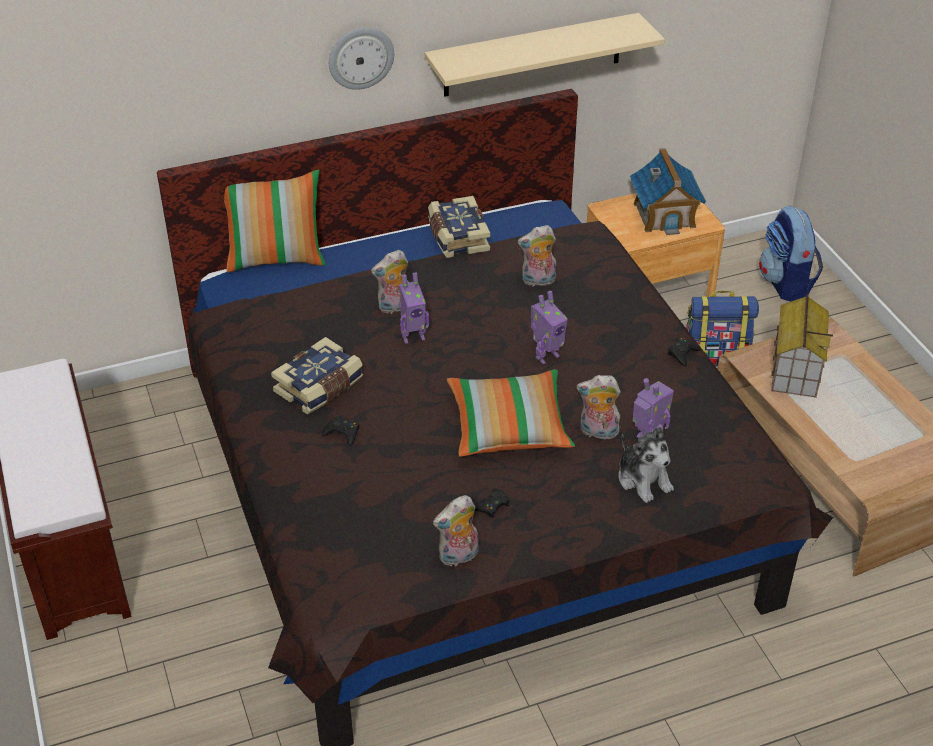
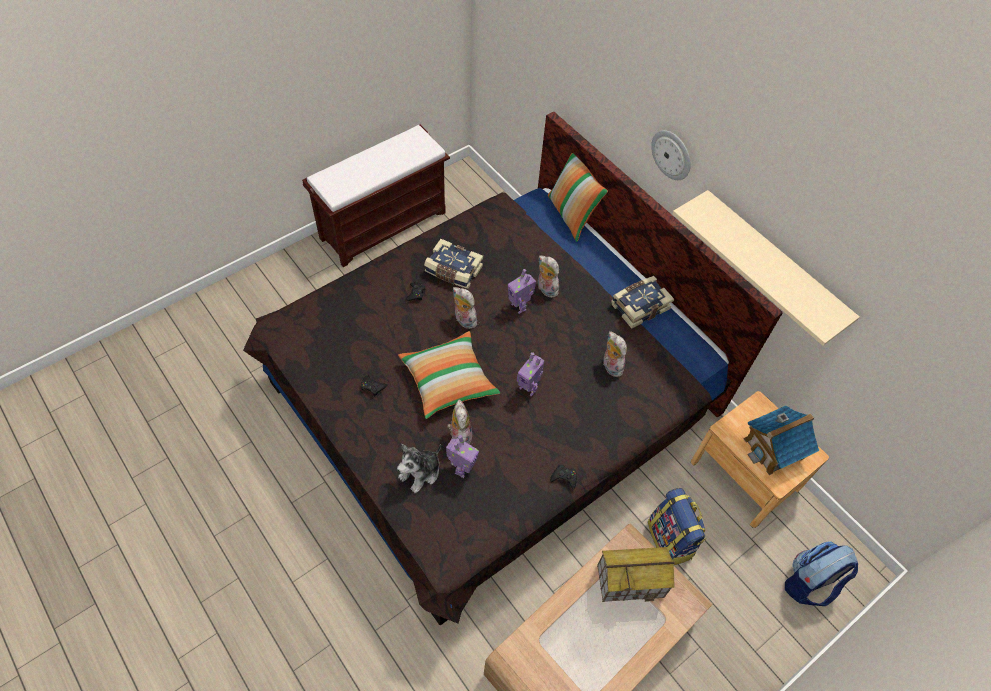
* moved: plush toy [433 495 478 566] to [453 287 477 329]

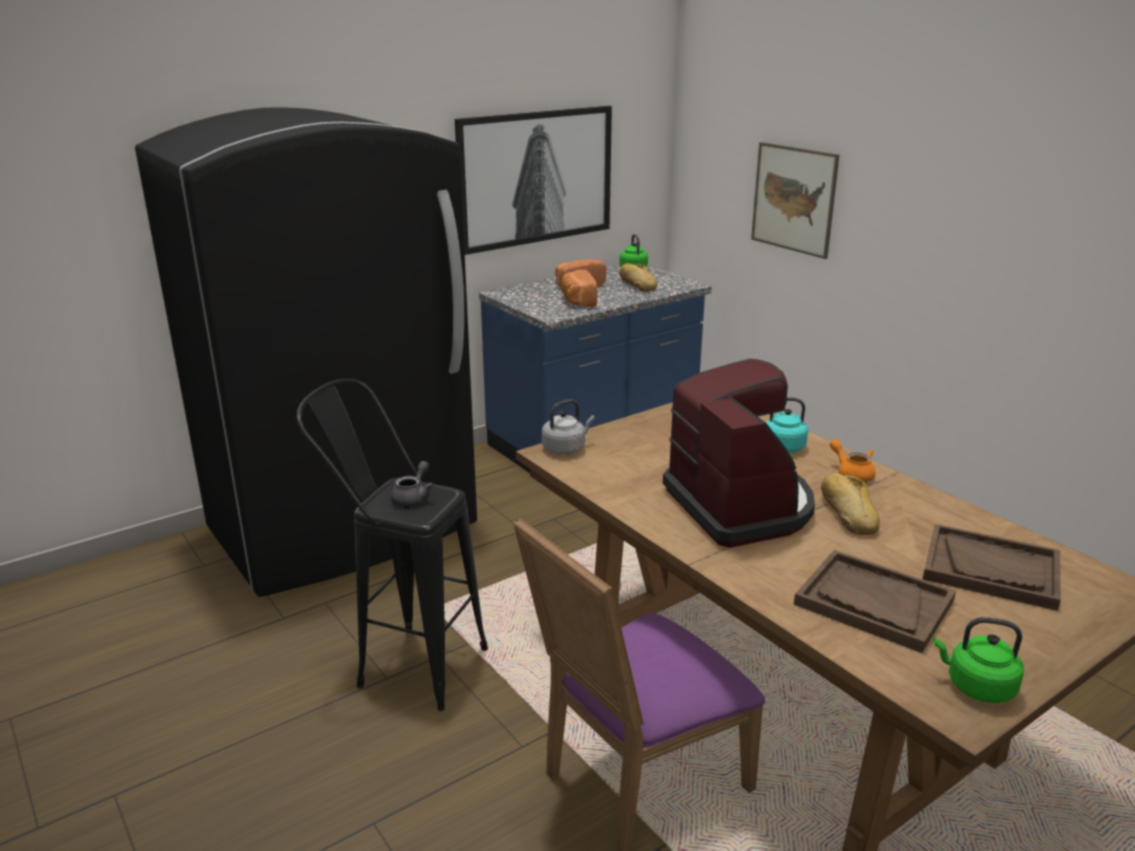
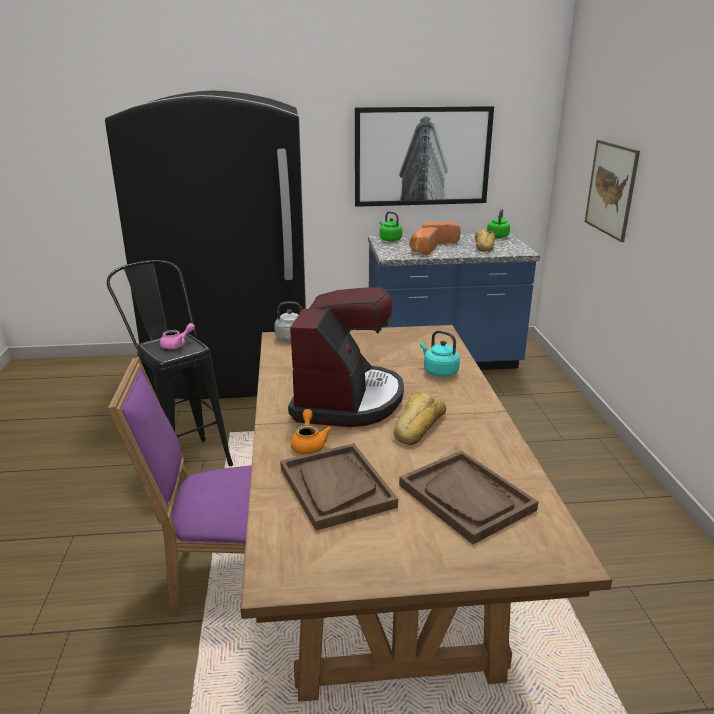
* recoloured: teapot (grey) [390 461 434 507] to teapot (pink) [160 323 195 349]
* moved: teapot (orange) [830 439 875 482] to [291 409 332 454]
* moved: kettle (green) [933 617 1024 703] to [379 211 402 241]

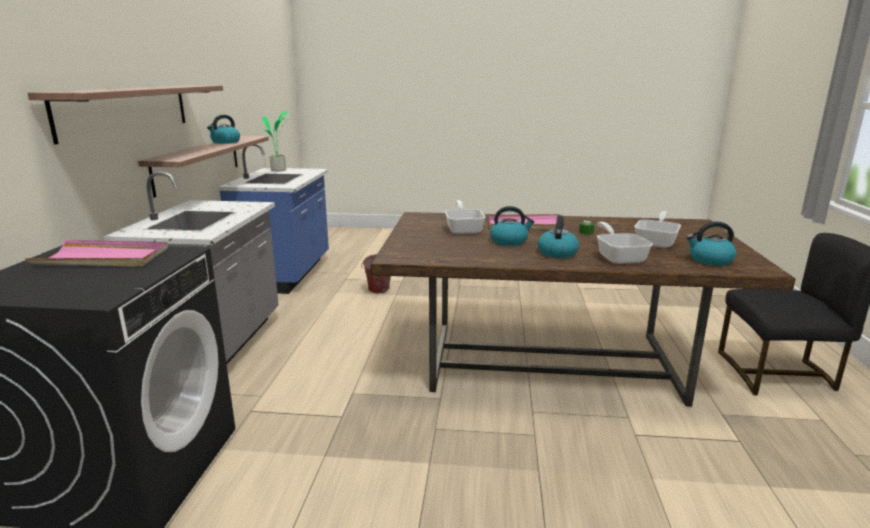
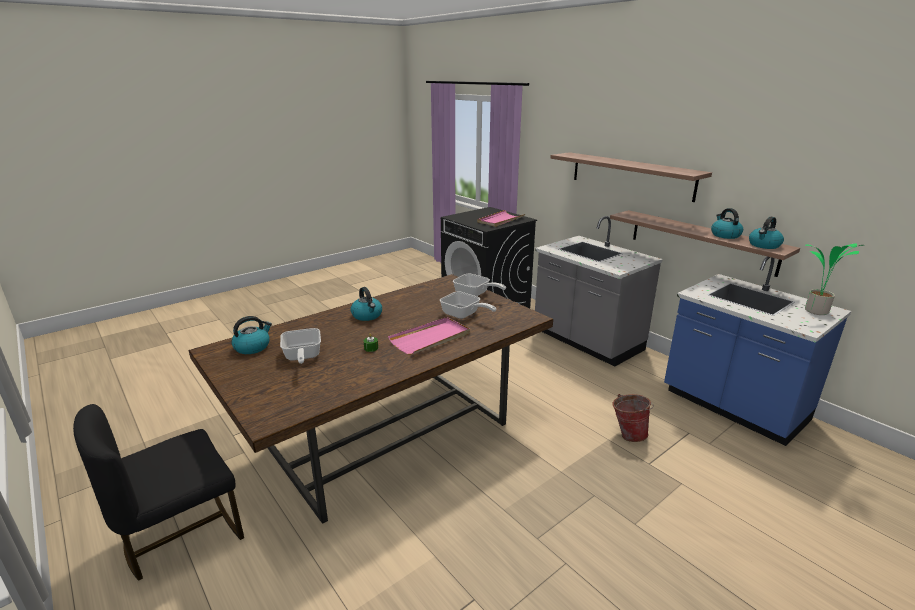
* moved: frying pan [597 222 653 264] to [453 274 506 296]
* moved: kettle [490 206 534 246] to [749 217 784 249]

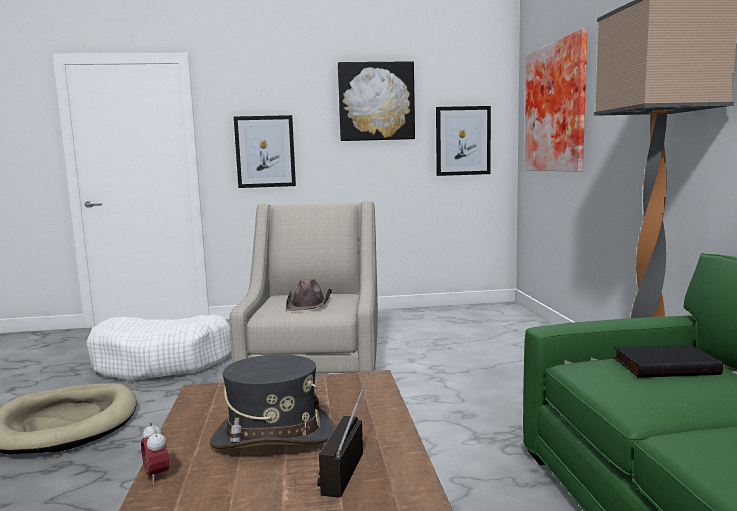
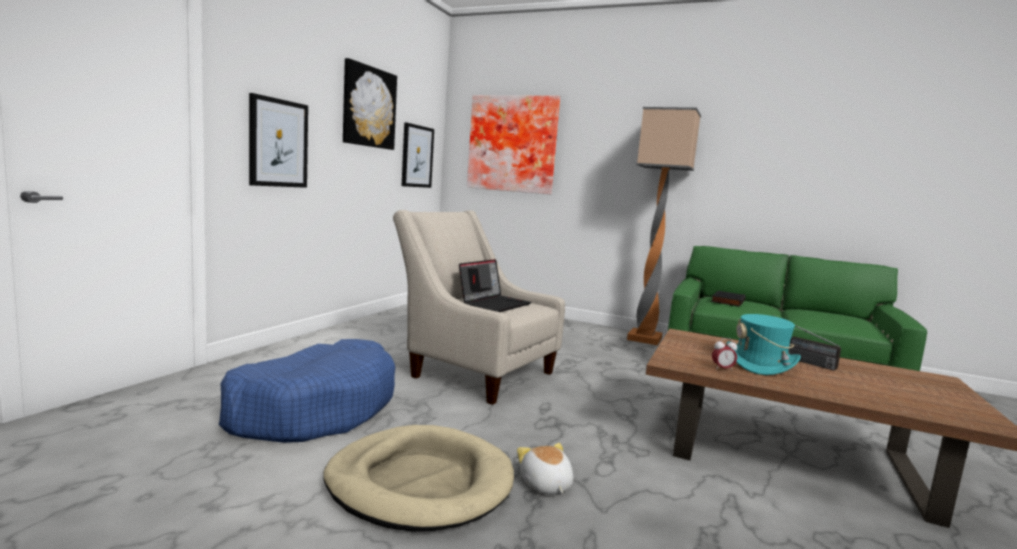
* recoloured: dog bed (white) [86 314 231 381] to dog bed (blue) [219 339 396 443]
* replaced: hat (brown) [286 279 332 311] to laptop [459 259 532 312]
* added: plush toy [517 443 573 494]
* moved: alarm clock [141 421 169 485] to [712 338 737 371]
* recoloured: hat (grey) [210 354 335 449] to hat (turquoise) [727 314 801 375]

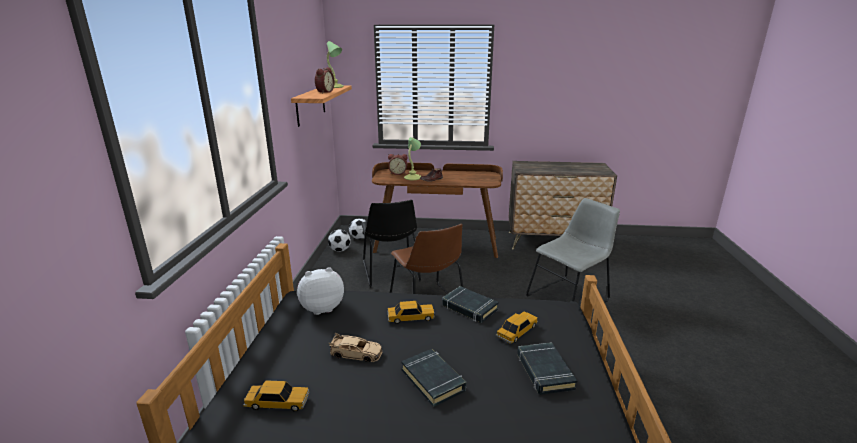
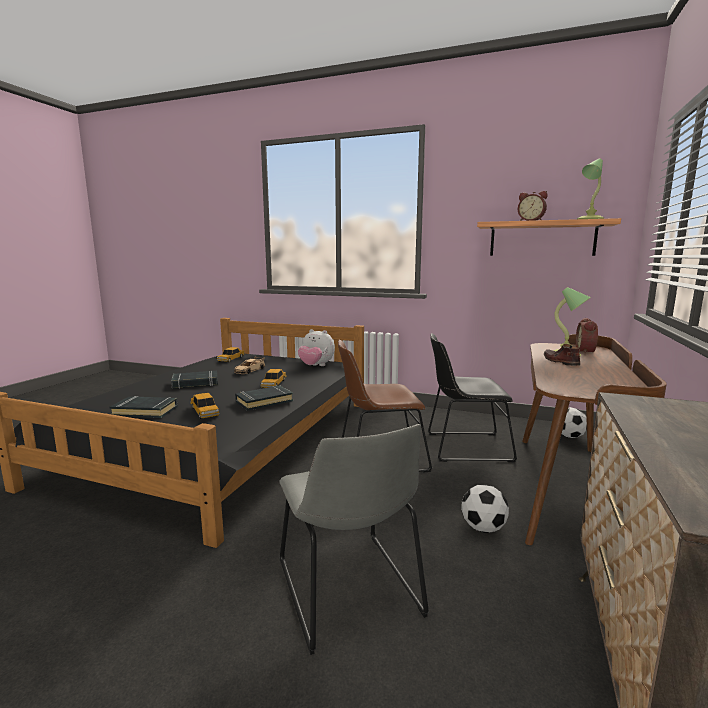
* turned: plush toy [297 267 344 315] = [298 329 335 366] 120 degrees clockwise
* moved: football [328 229 351 252] to [461 484 509 533]

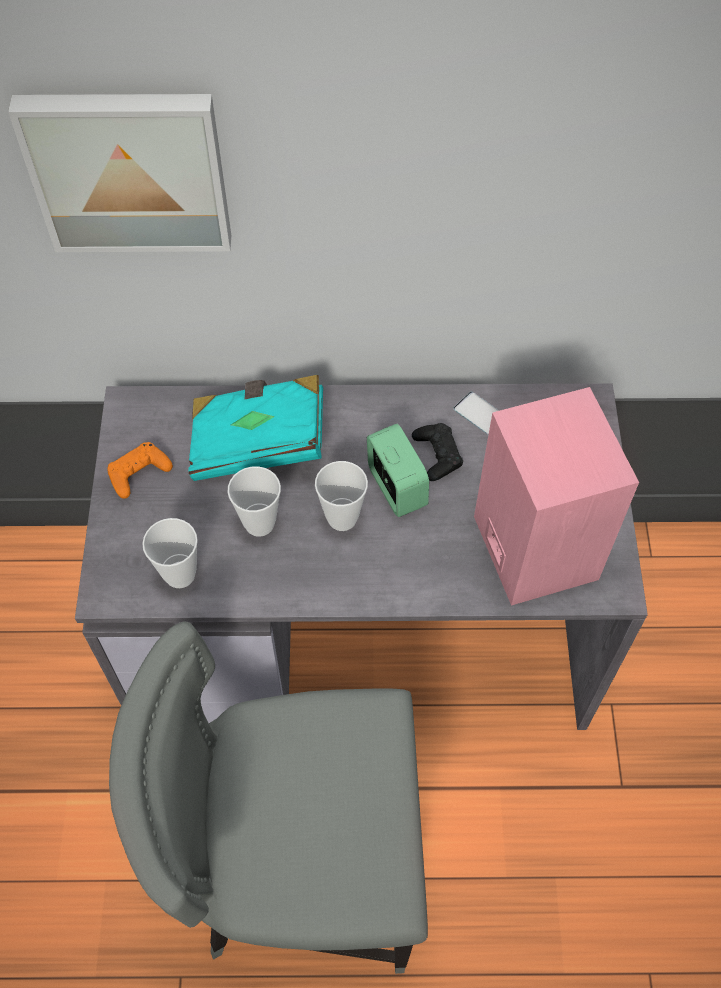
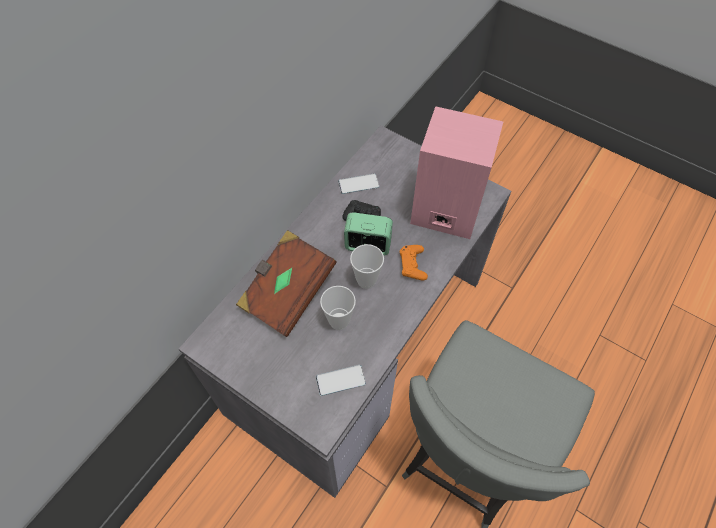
* recoloured: book (turquoise) [188 375 323 481] to book (brown) [236 230 337 337]
* replaced: cup [142 518 198 588] to phone [316 365 366 396]
* moved: game controller (orange) [107 442 173 499] to [400 245 428 280]
* removed: picture [8 94 231 252]

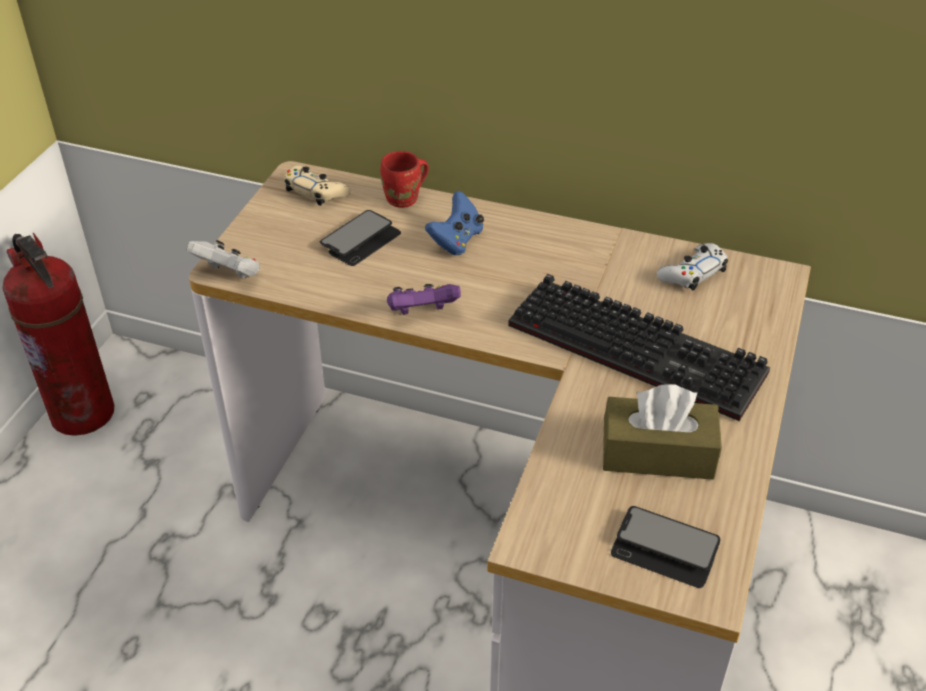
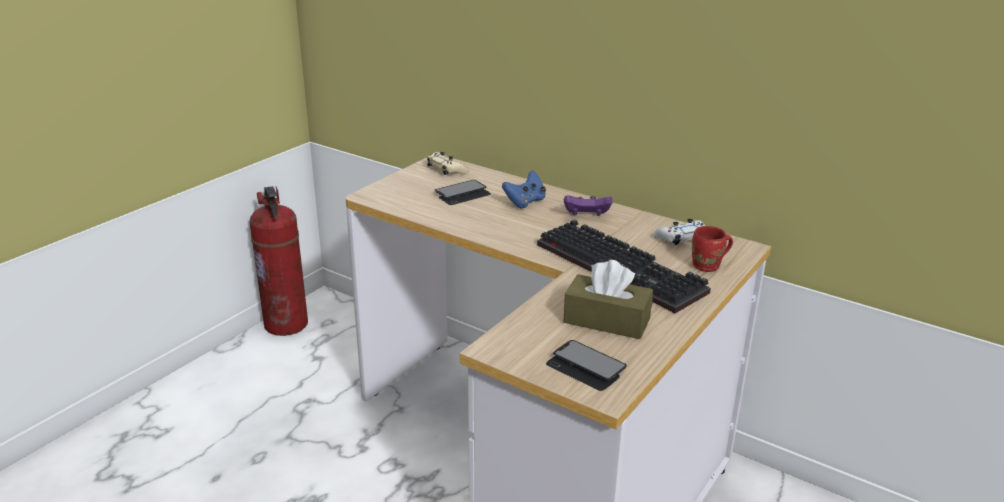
* moved: game controller (purple) [387 284 461 315] to [564 195 613 216]
* moved: mug (red) [380 151 429 208] to [692 226 733 272]
* removed: game controller (white) [187 240 260 279]

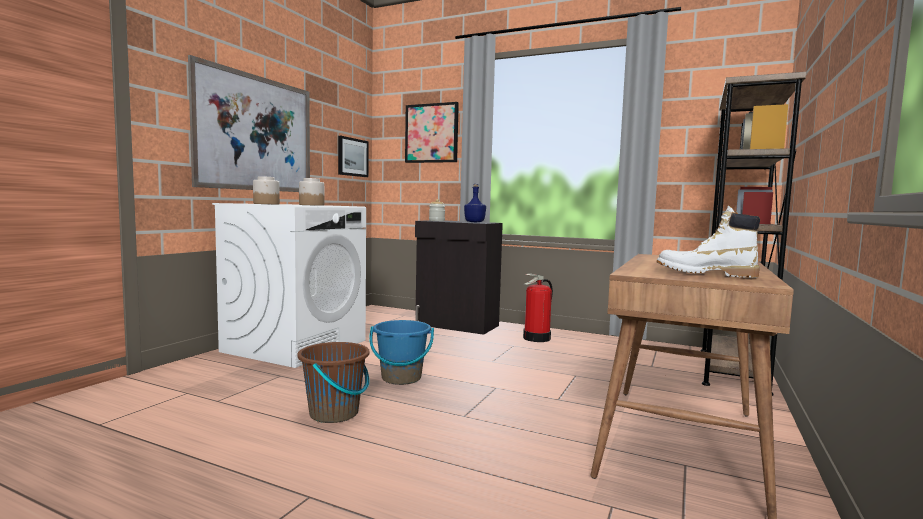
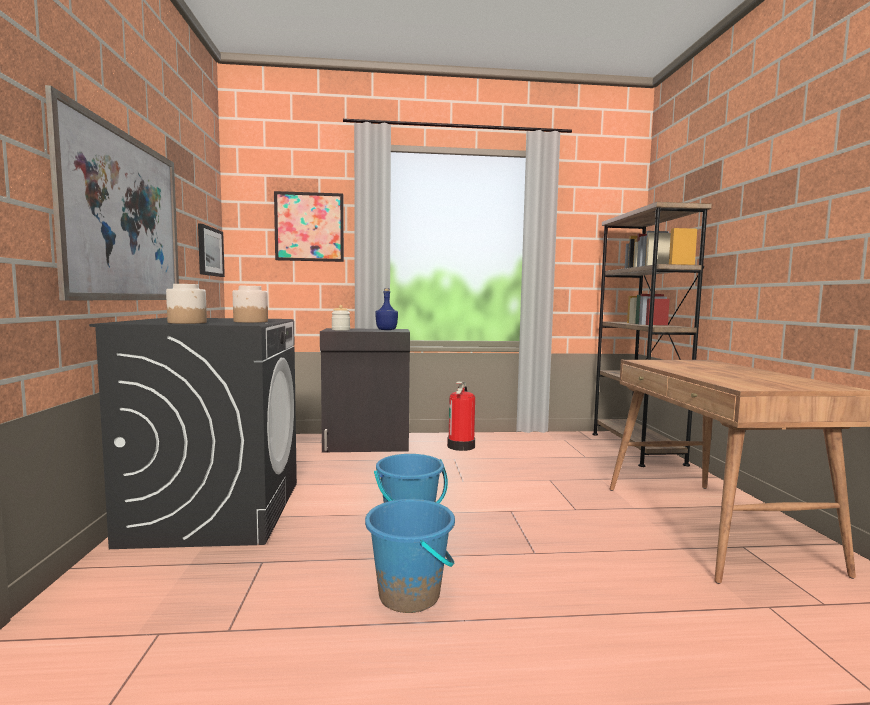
* recoloured: washing machine (white) [212 203 366 368] to washing machine (black) [89 318 297 549]
* recoloured: bucket (brown) [298 342 370 423] to bucket (blue) [365 499 455 613]
* removed: boot (white) [657 205 760 278]

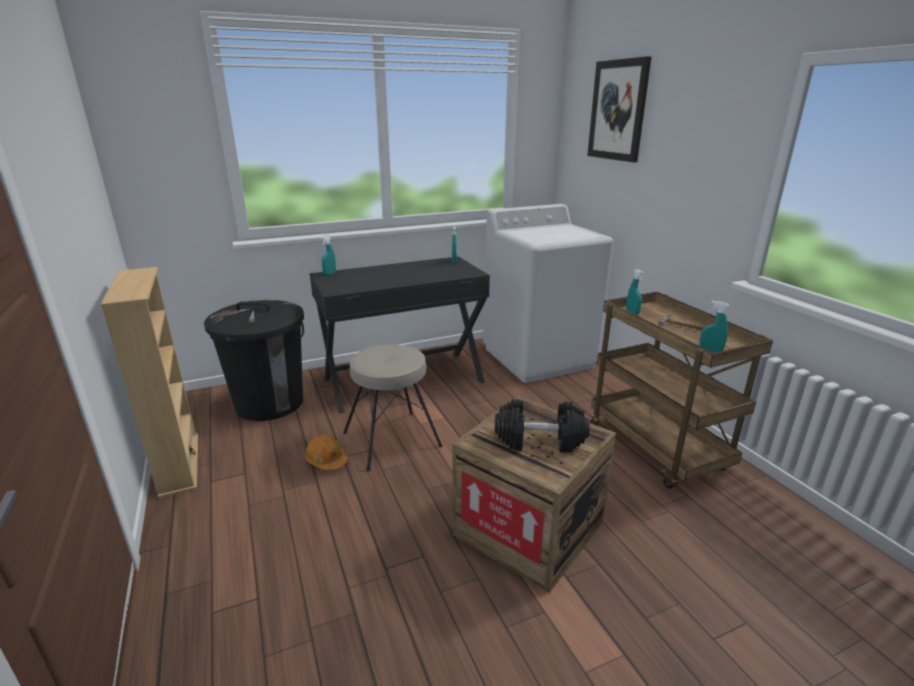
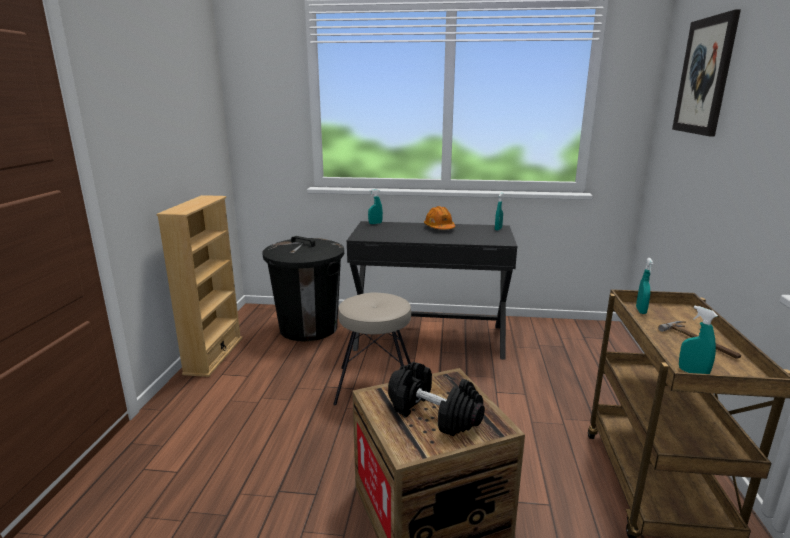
* moved: hard hat (orange) [305 434 348 471] to [424 206 455 229]
* removed: washing machine (white) [483 204 613 383]

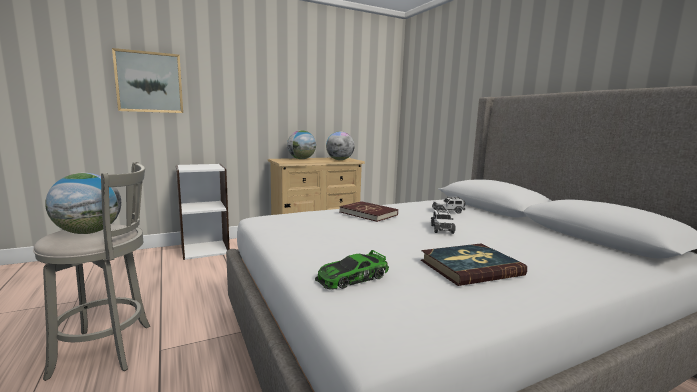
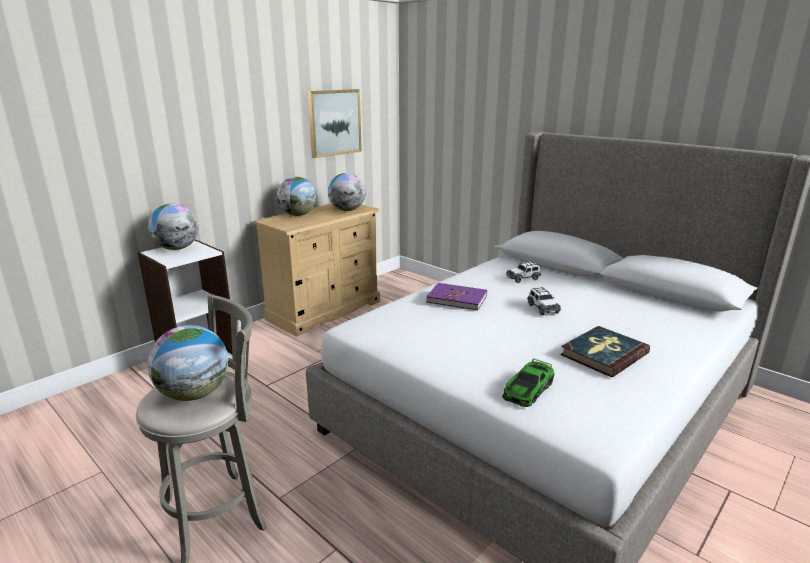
* added: globe [148 204 198 250]
* moved: picture [112 48 183 113] to [308 89 362 158]
* recoloured: book (red) [339 201 398 222] to book (purple) [426 283 487 311]

